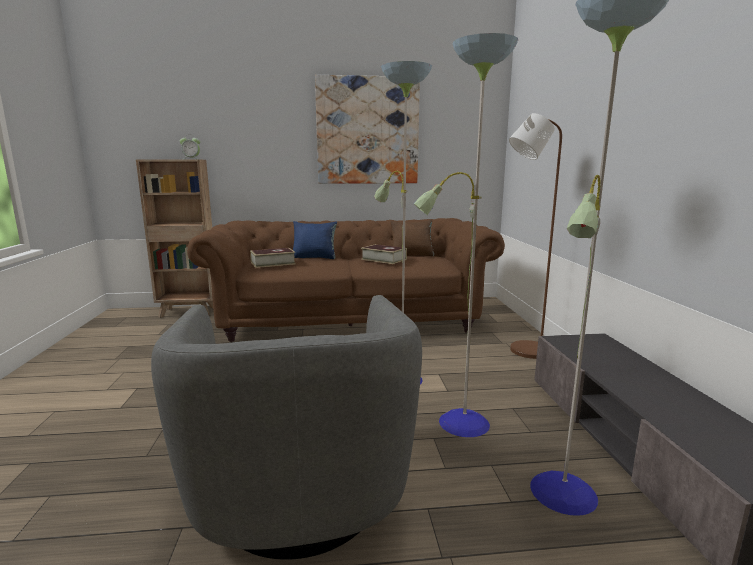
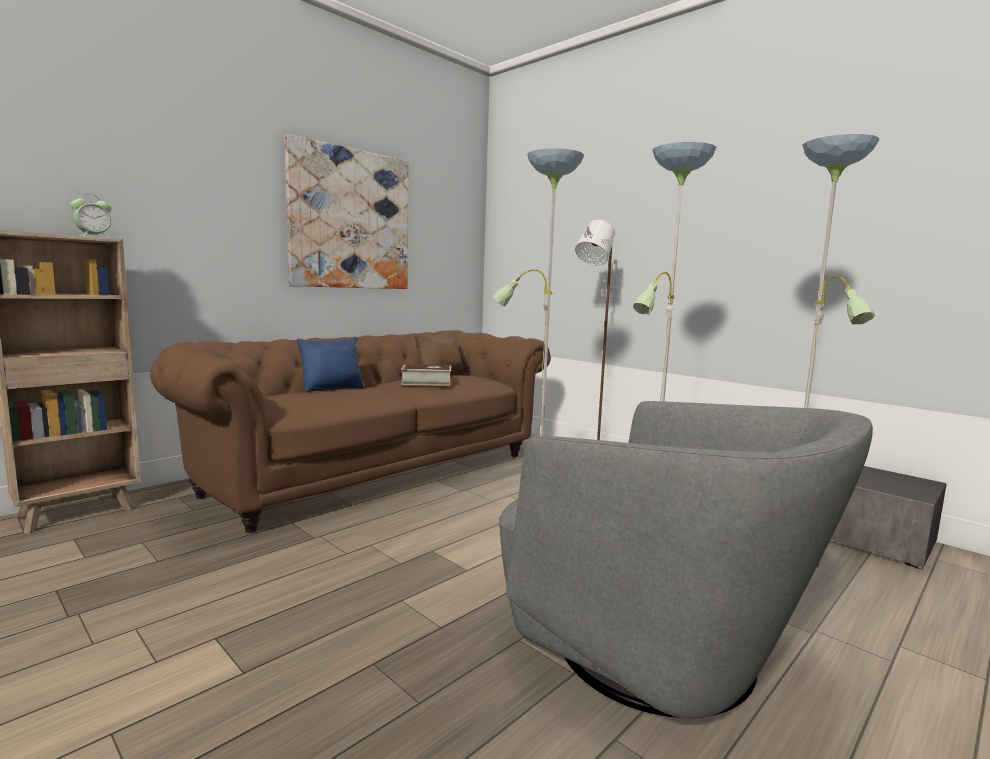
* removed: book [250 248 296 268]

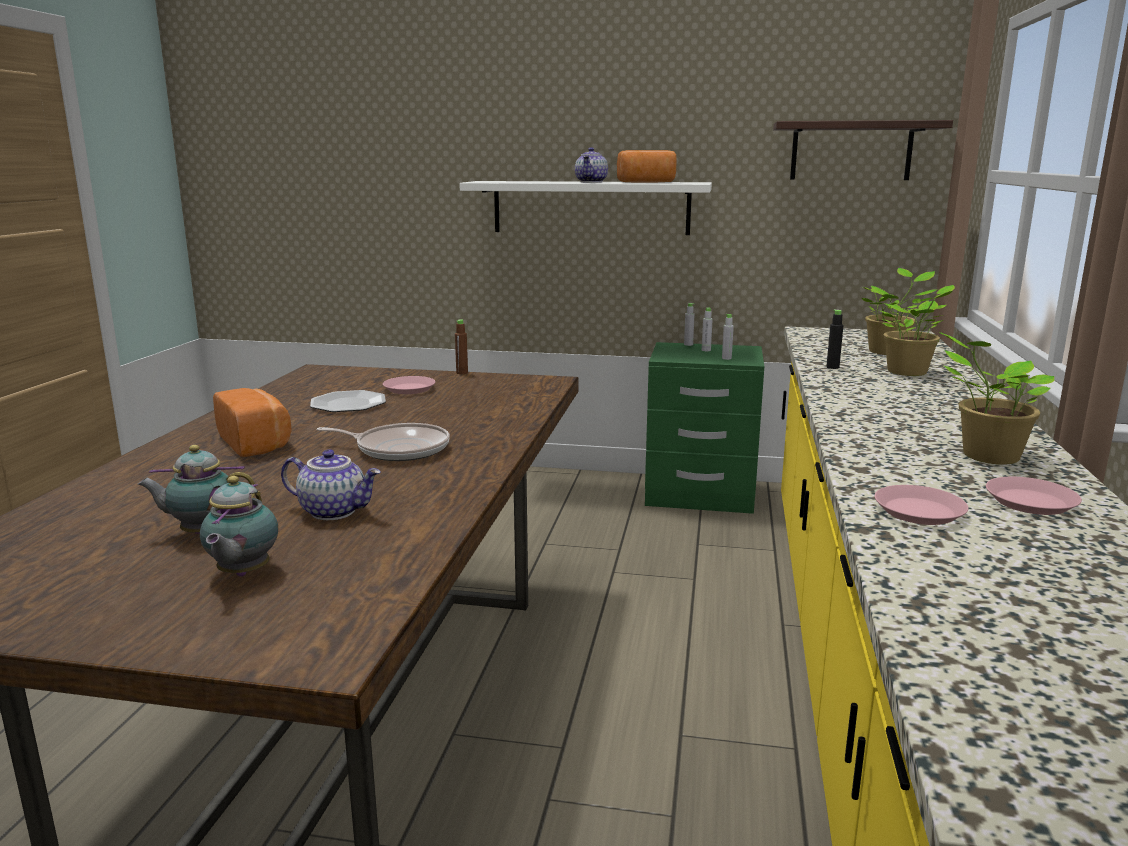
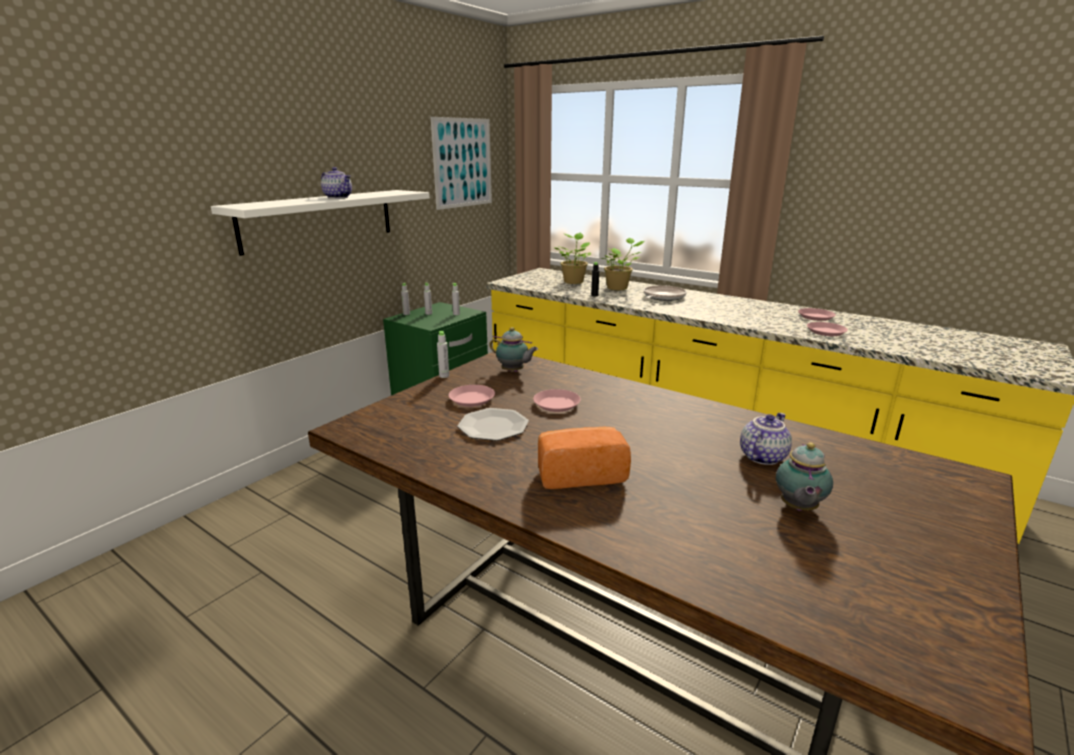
* replaced: shelf [773 120 953 180] to picture [431 117 492 210]
* recoloured: bottle (brown) [455 319 468 374] to bottle (grey) [437 331 449 378]
* moved: teapot [200 476 278 577] to [489 327 538 372]
* added: plate (pink) [533 389 581 412]
* moved: frying pan [317 423 450 461] to [644 285 687 301]
* removed: bread [617 150 677 182]
* removed: potted plant [940 332 1055 465]

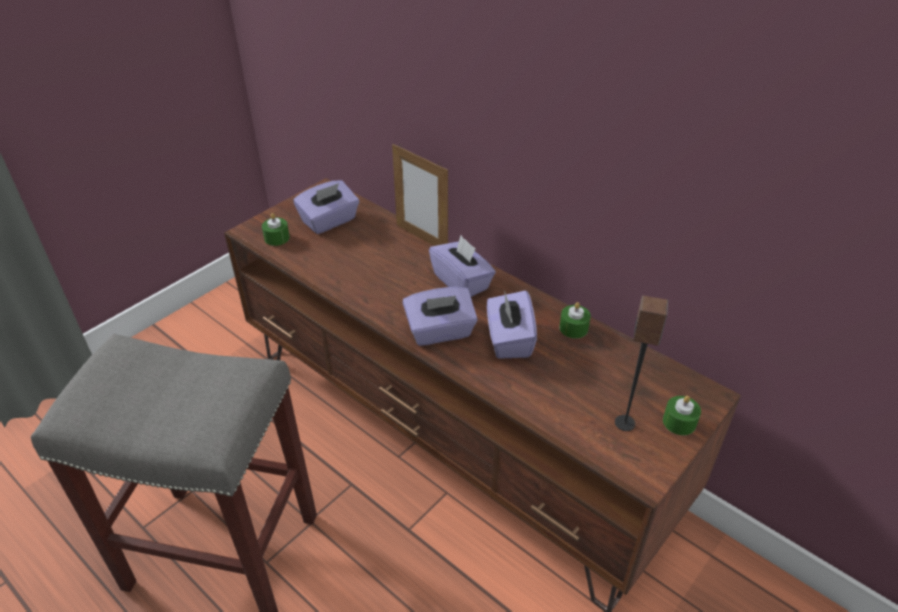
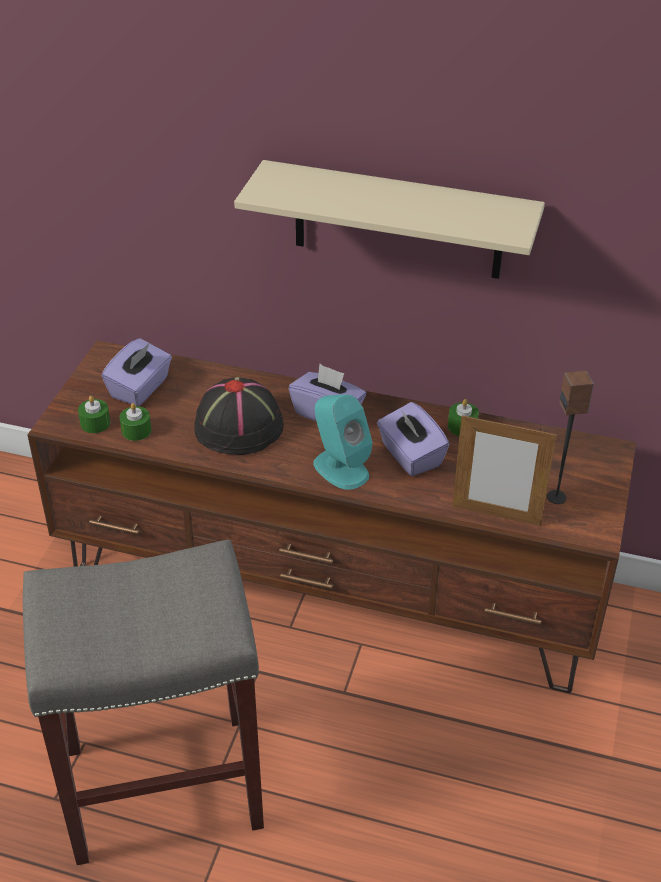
* moved: candle (green) [663 396 701 435] to [119 403 152 441]
* added: hat (black) [194 377 284 455]
* added: shelf (beige) [234 160 545 279]
* replaced: tissue box (purple) [403 287 478 346] to speaker (turquoise) [313 394 373 490]
* moved: picture frame [392 144 448 246] to [452 414 557 526]

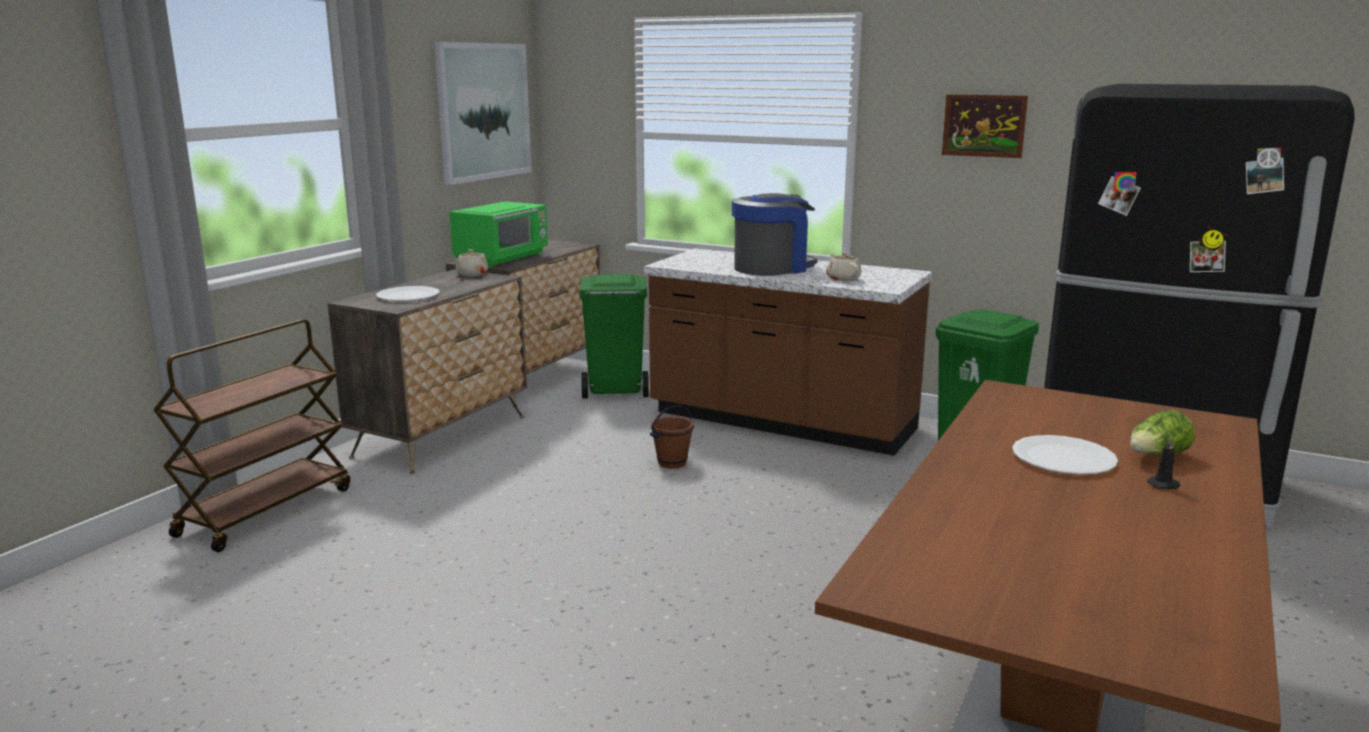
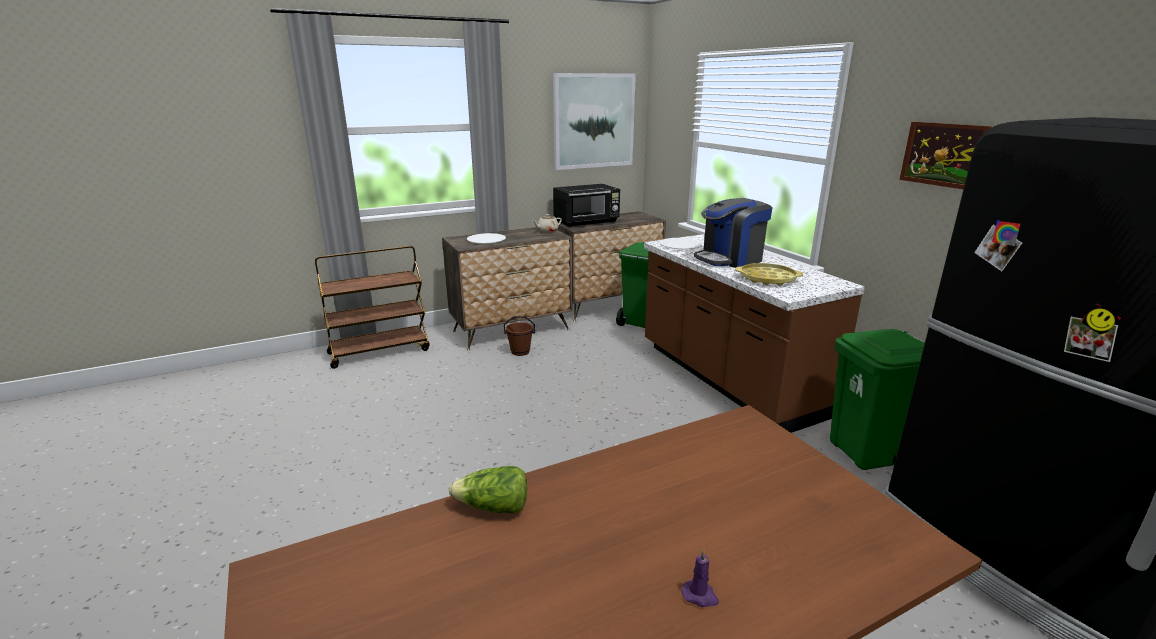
* moved: lettuce [1130 410 1196 456] to [449 466 527 514]
* moved: bucket (brown) [650 405 694 469] to [504 316 535 356]
* recoloured: microwave (green) [449 201 548 267] to microwave (black) [553 184 620 227]
* moved: plate (white) [1012 435 1118 474] to [660 238 702 249]
* recoloured: candle (black) [1147 437 1181 489] to candle (purple) [682 549 719 607]
* turned: coffee machine [732 193 818 276] = [694 198 773 268] 150 degrees clockwise
* replaced: teapot (beige) [826 252 862 281] to tray (yellow) [735 263 803 286]

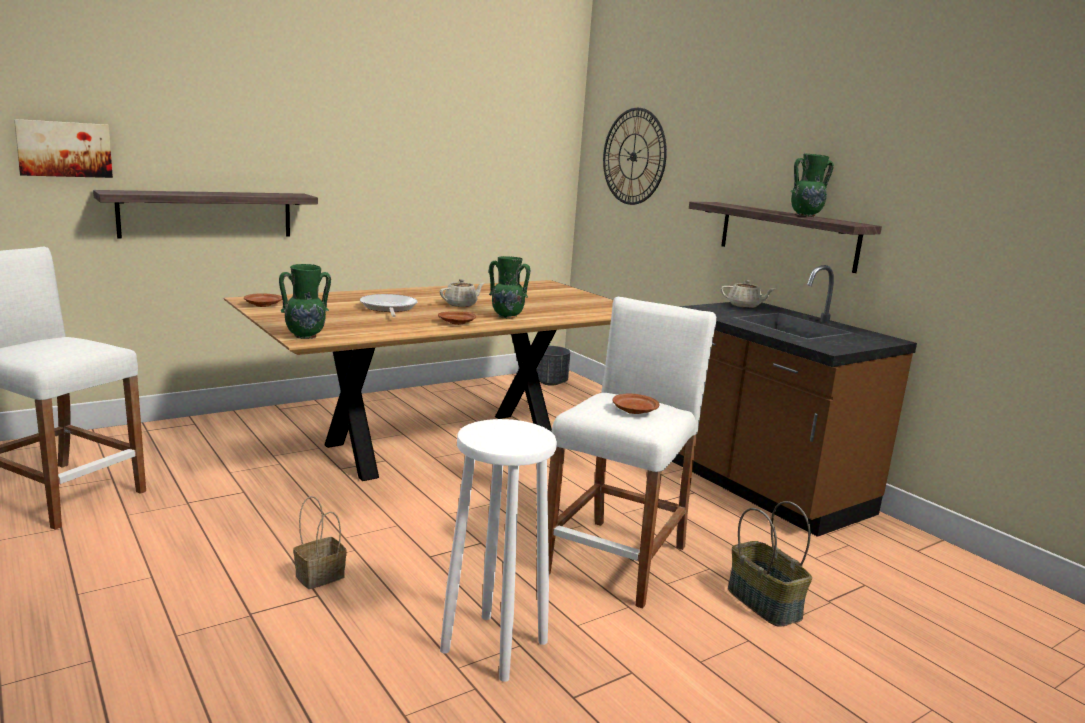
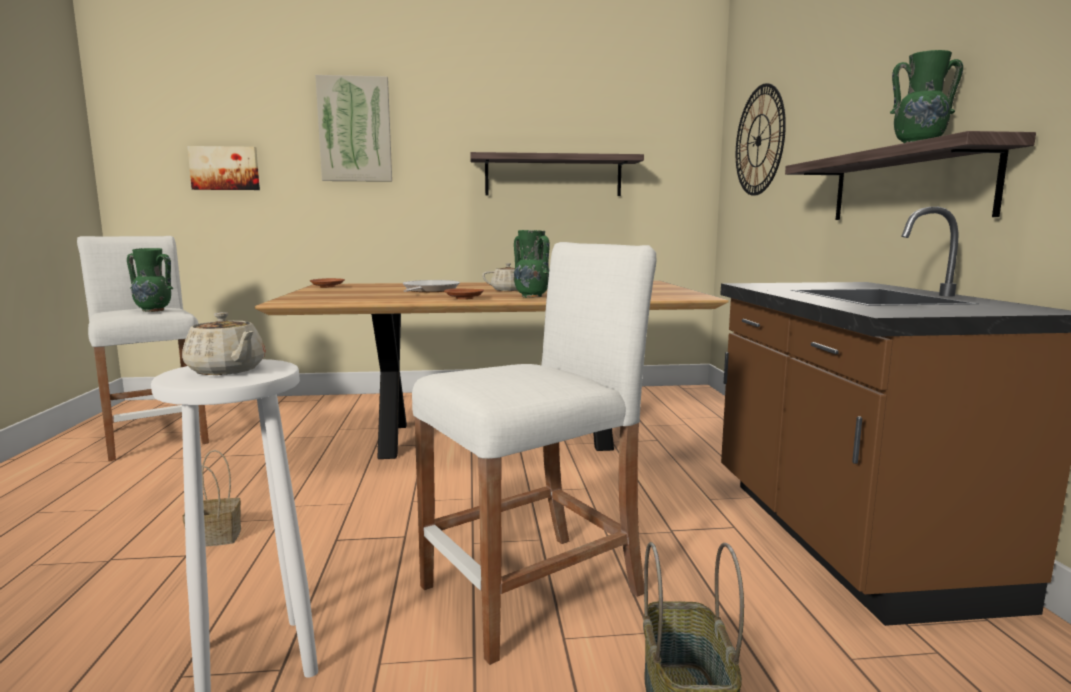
* moved: vase (green) [279 264 331 339] to [127 248 173 312]
* moved: teapot (beige) [721 280 775 308] to [182 312 266 375]
* added: picture [315 75 392 182]
* moved: shelf [93 190 318 239] to [470 152 644 196]
* removed: planter (grey) [537 346 570 386]
* removed: plate (brown) [612 393 660 414]

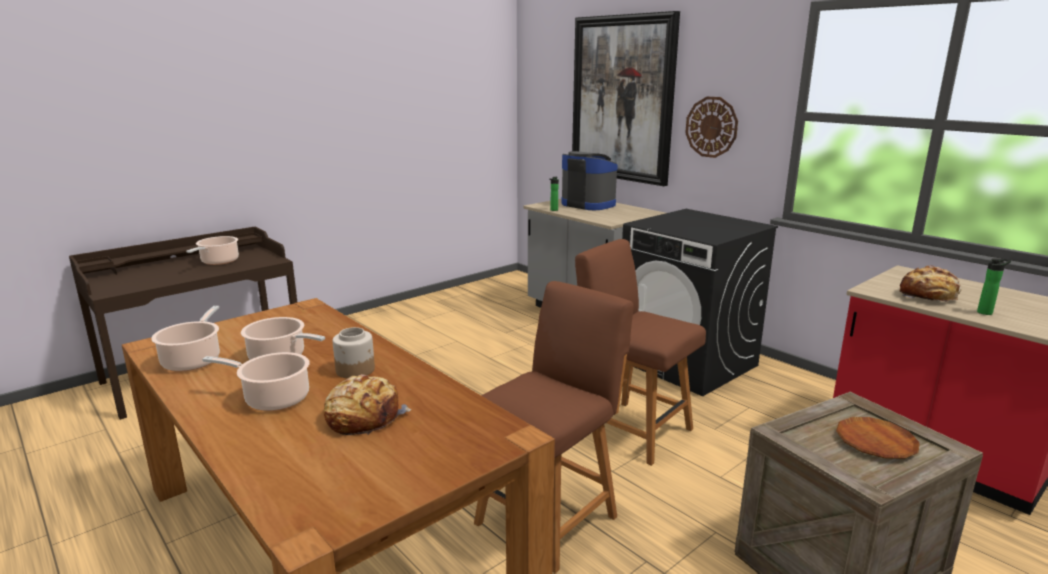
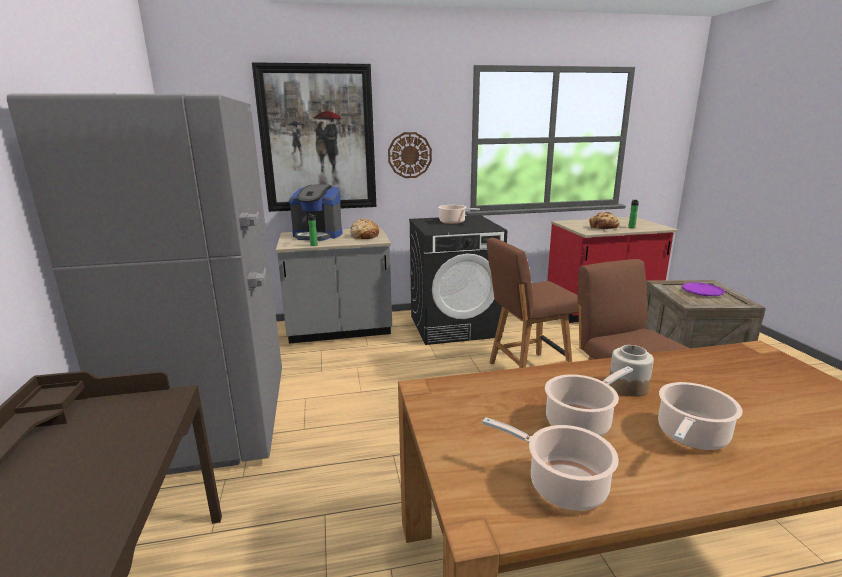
* added: fridge (grey) [7 94 282 475]
* turned: coffee machine [561 151 618 210] = [289 184 342 241] 150 degrees counterclockwise
* moved: bread [324 374 411 435] to [350 219 379 239]
* moved: cooking pot [186 236 239 265] to [438 205 480 224]
* recoloured: plate (brown) [836 417 920 459] to plate (purple) [682 283 725 296]

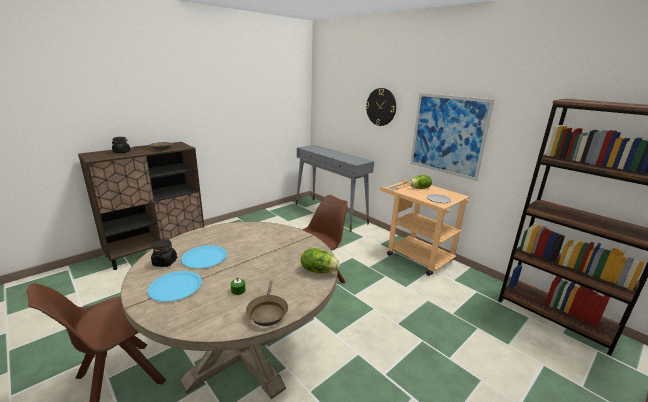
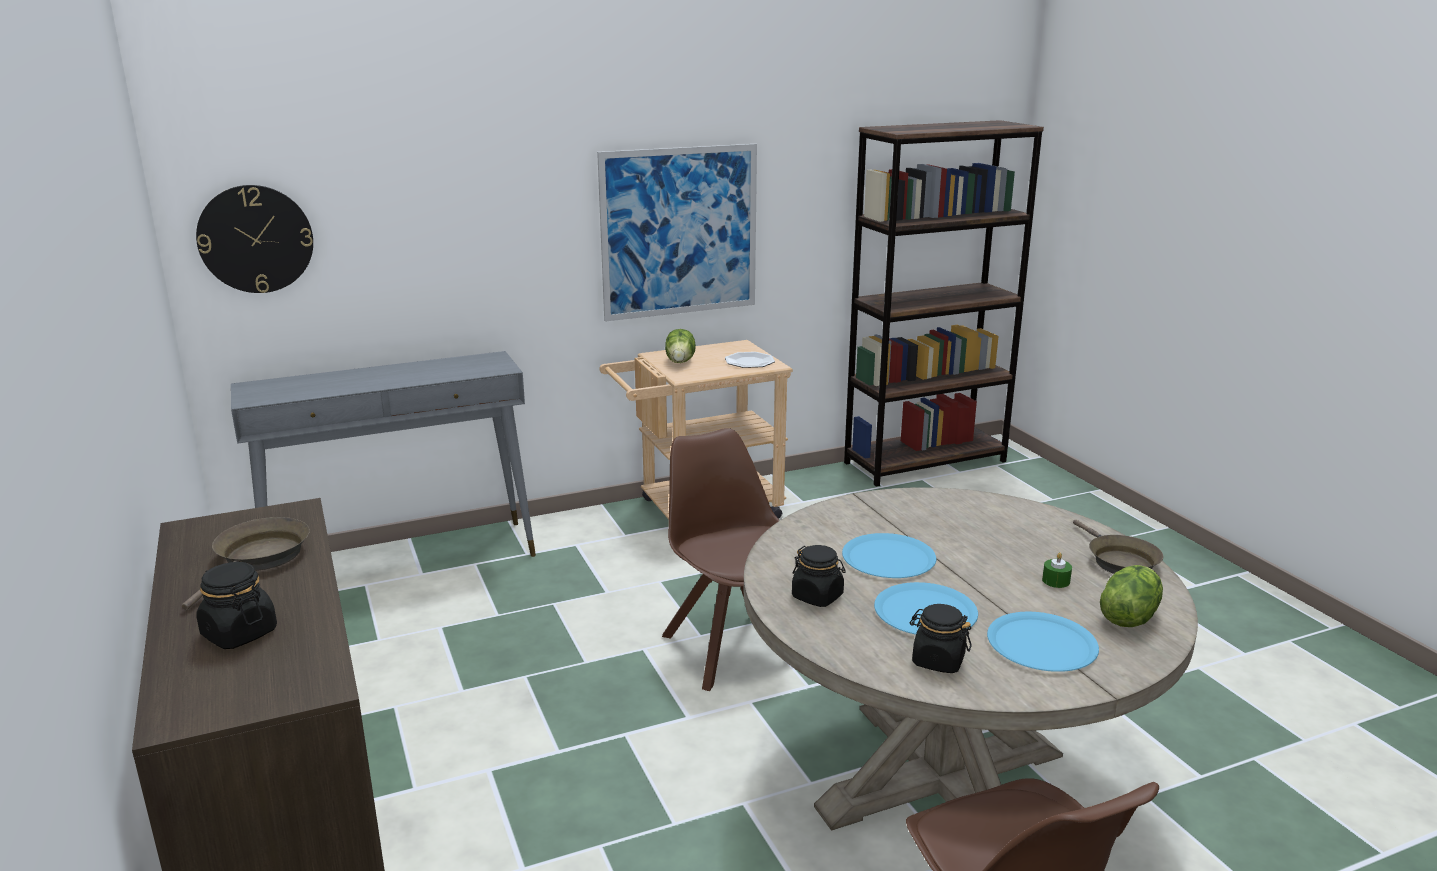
* moved: wall clock [366 88 396 126] to [196 185 313 293]
* added: jar (black) [792 545 846 607]
* added: plate (blue) [842 533 936 578]
* turned: frying pan (brown) [246 281 288 326] = [1073 520 1163 574] 60 degrees clockwise
* moved: lettuce [301 248 340 274] to [1100 565 1163 627]

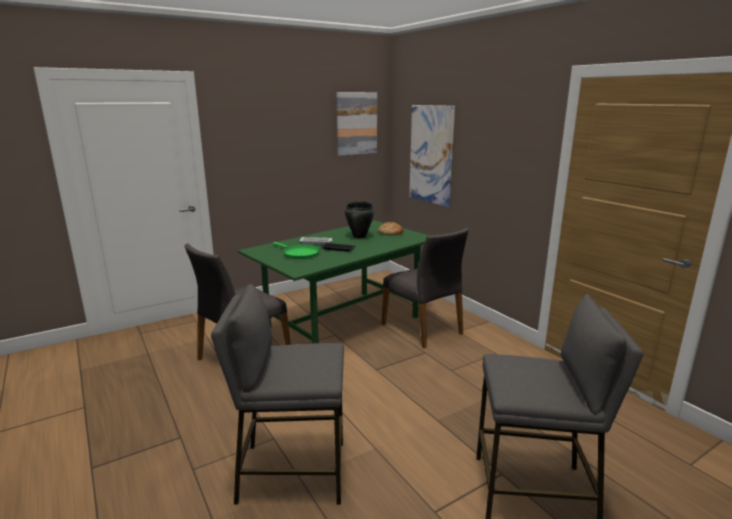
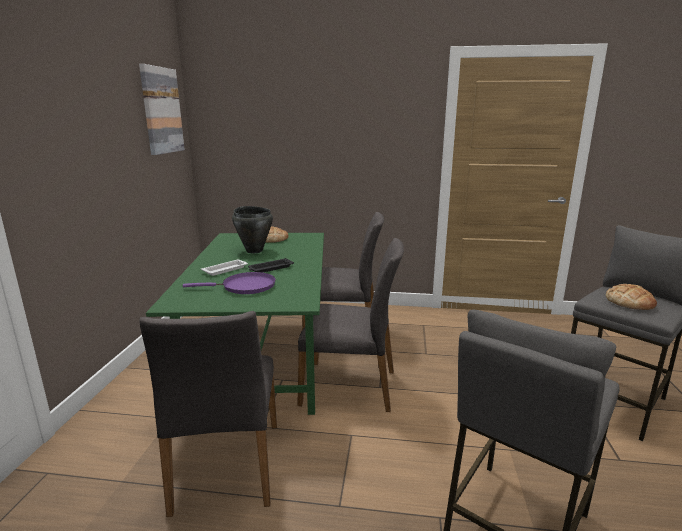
* recoloured: frying pan (green) [273 242 320 259] to frying pan (purple) [183 272 276 294]
* added: chair (grey) [297 238 404 412]
* added: bread [606 284 657 310]
* removed: picture [409 105 455 207]

